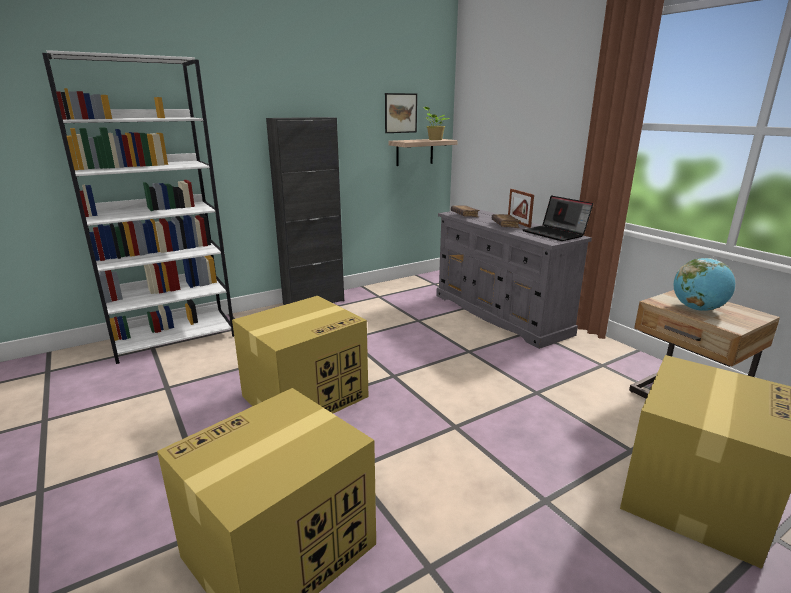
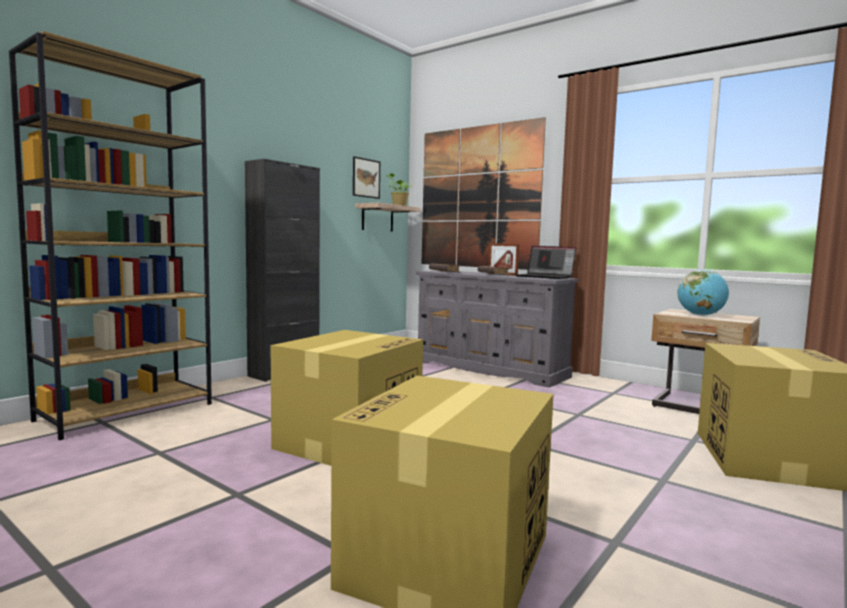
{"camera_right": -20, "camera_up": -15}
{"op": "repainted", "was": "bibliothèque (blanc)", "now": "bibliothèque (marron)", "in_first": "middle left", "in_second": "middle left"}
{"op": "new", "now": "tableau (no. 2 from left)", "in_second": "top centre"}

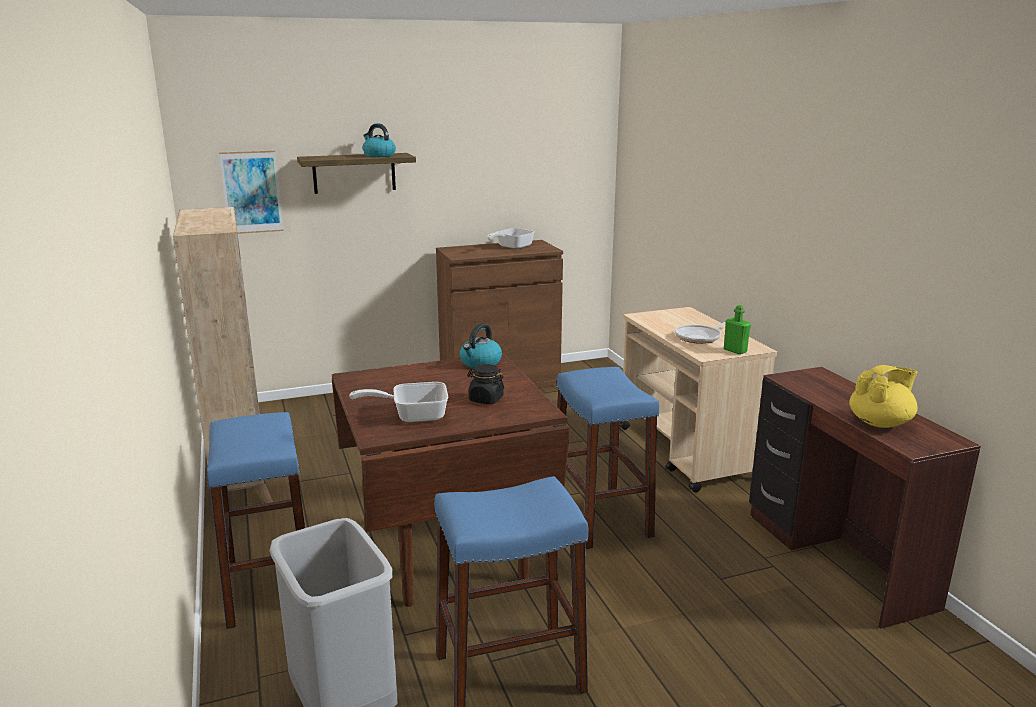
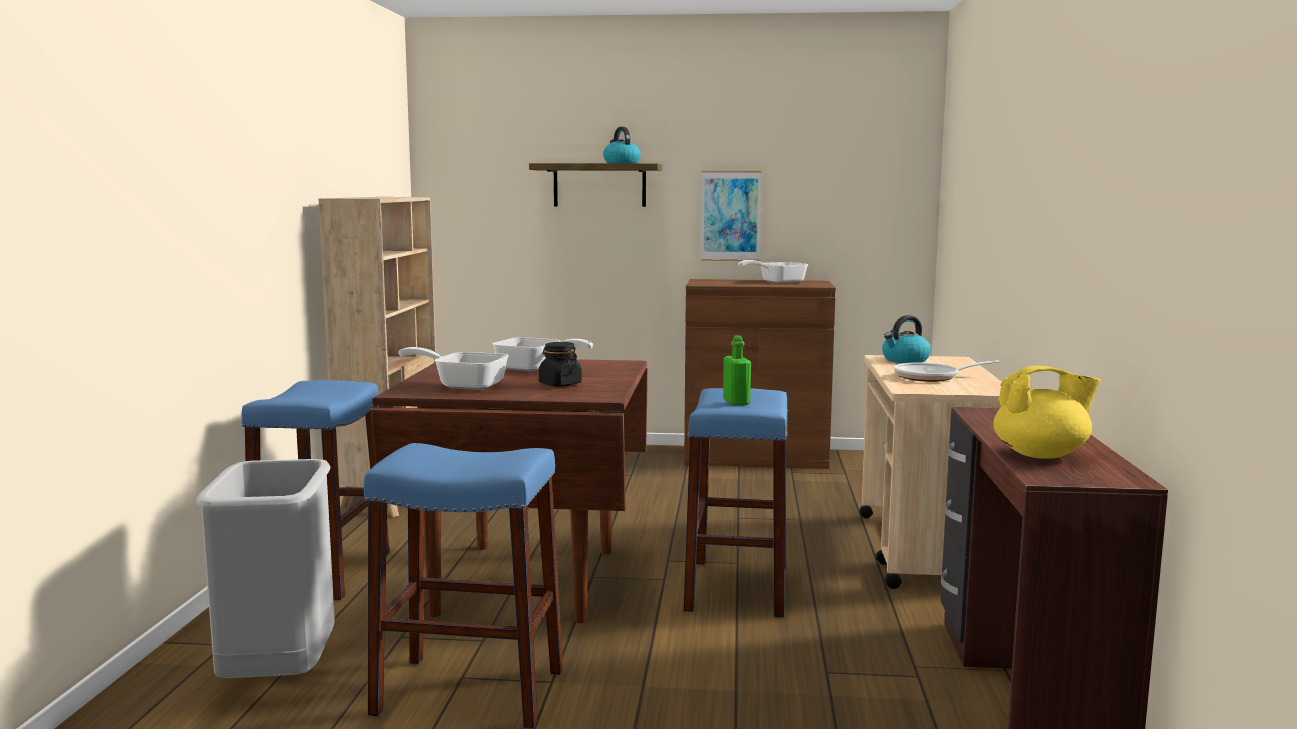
{"camera_right": 25, "camera_up": -10}
{"op": "new", "now": "poêle (no. 2 from left)", "in_second": "centre"}
{"op": "shifted", "was": "tableau", "in_first": "top left", "in_second": "top centre"}
{"op": "shifted", "was": "bouteille (vert)", "in_first": "middle right", "in_second": "centre"}
{"op": "shifted", "was": "bouilloire (no. 2 from left)", "in_first": "centre", "in_second": "middle right"}

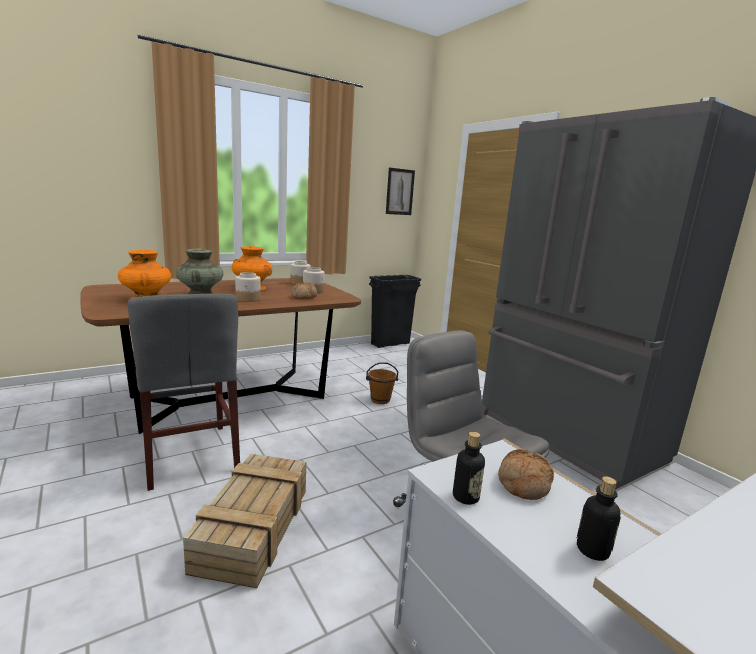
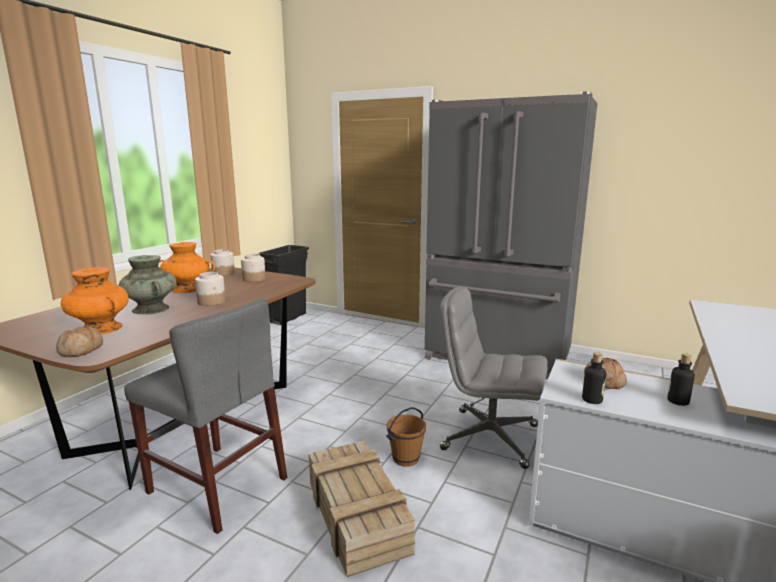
{"camera_right": -30, "camera_up": 0}
{"op": "shifted", "was": "pain (no. 1 from left)", "in_first": "centre", "in_second": "middle left"}
{"op": "shifted", "was": "seau (marron)", "in_first": "centre", "in_second": "bottom centre"}
{"op": "gone", "was": "tableau", "in_first": "top centre"}

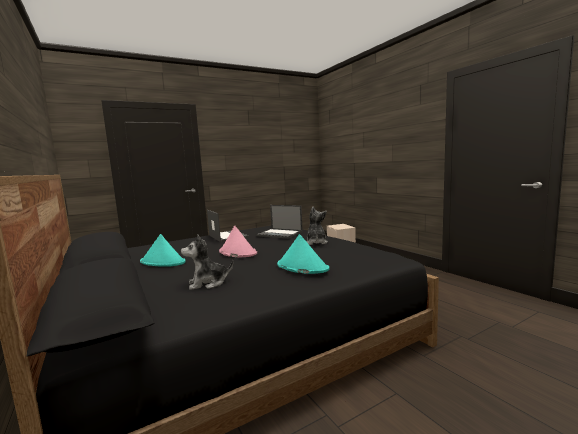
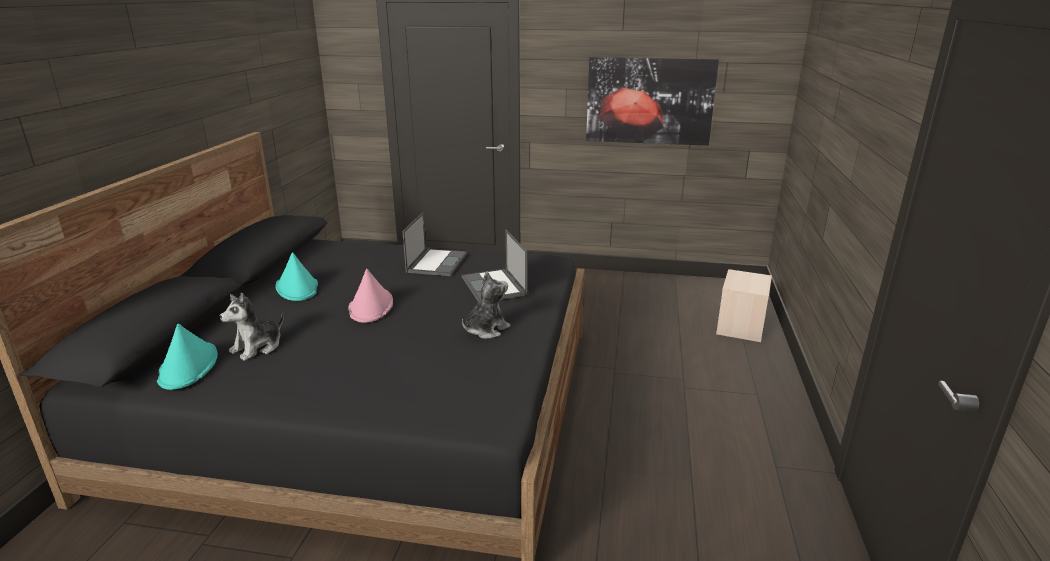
{"camera_right": 40, "camera_up": 15}
{"op": "shifted", "was": "chapeau (turquoise) (no. 2 from left in the first image)", "now": "chapeau (turquoise) (no. 1 from left)", "in_first": "centre", "in_second": "middle left"}
{"op": "rotated", "was": "peluche (no. 1 from left)", "in_first": "centre", "in_second": "middle left", "clockwise": -75}
{"op": "new", "now": "tableau", "in_second": "top centre"}

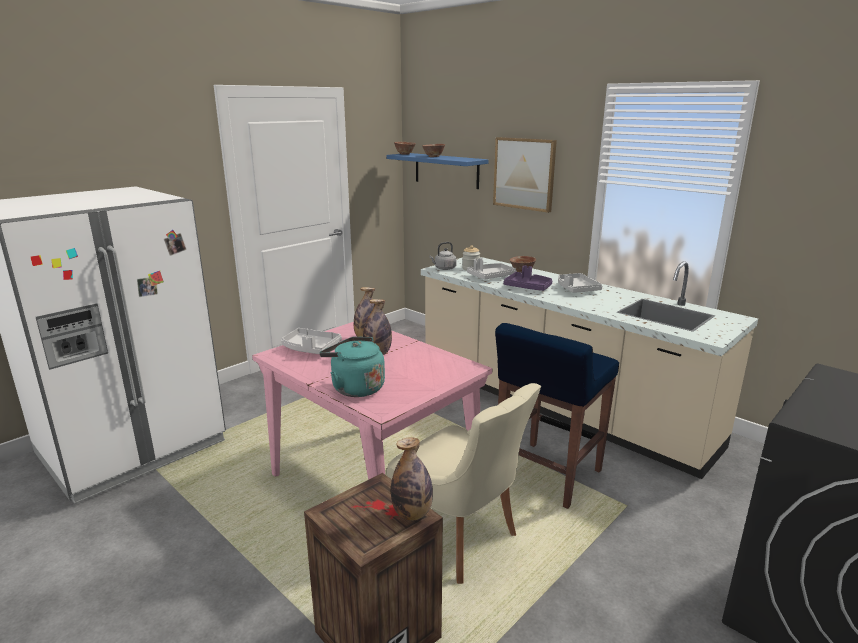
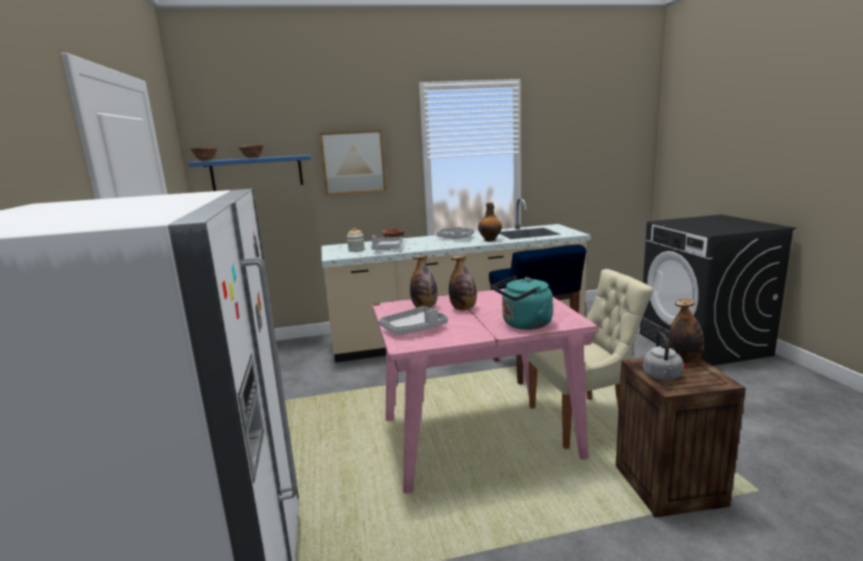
{"camera_right": -55, "camera_up": -5}
{"op": "new", "now": "bouteille (no. 3 from left)", "in_second": "centre"}
{"op": "shifted", "was": "bouilloire (gris)", "in_first": "centre", "in_second": "middle right"}
{"op": "gone", "was": "plateau (violet)", "in_first": "centre"}

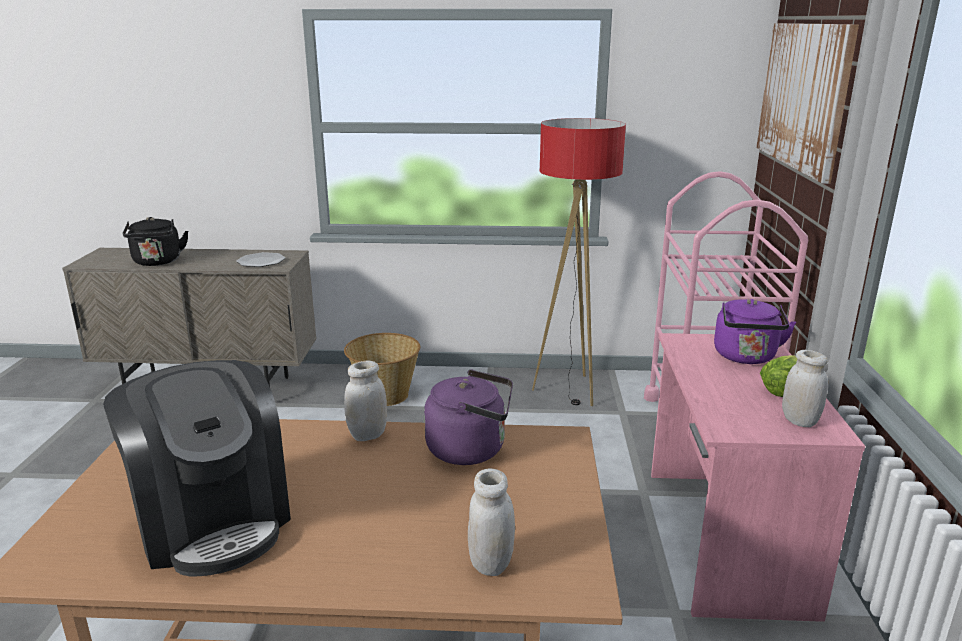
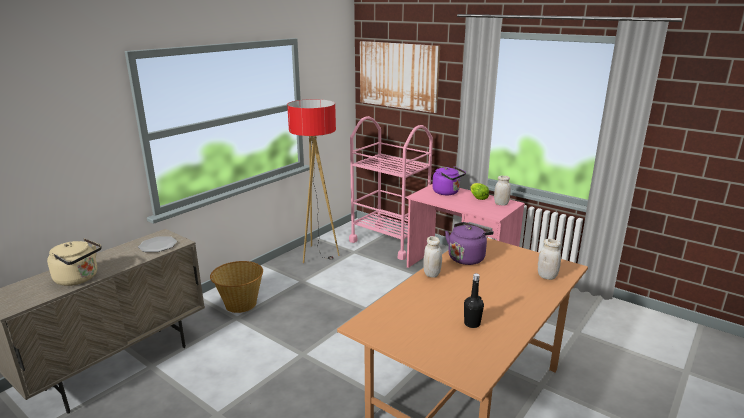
{"camera_right": -55, "camera_up": 0}
{"op": "repainted", "was": "bouilloire (noir)", "now": "bouilloire (beige)", "in_first": "middle left", "in_second": "middle left"}
{"op": "swapped", "was": "machine à café", "now": "bouteille (noir)", "in_first": "bottom left", "in_second": "bottom centre"}

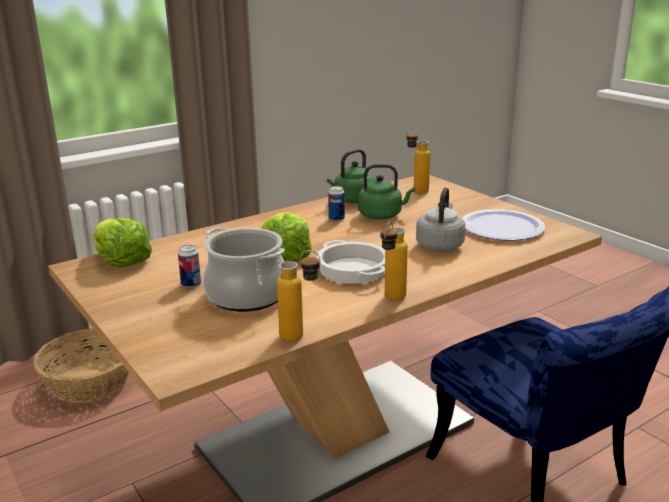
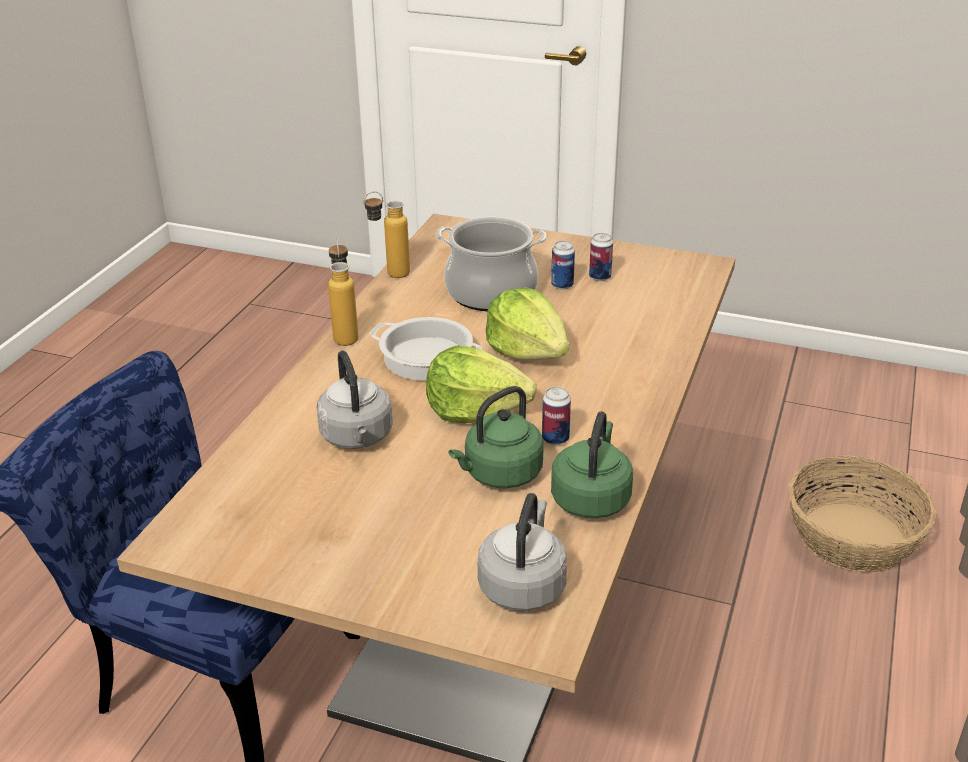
{"camera_right": 145, "camera_up": 10}
{"op": "shifted", "was": "laitue (no. 1 from left)", "in_first": "middle left", "in_second": "centre"}
{"op": "swapped", "was": "bouteille (no. 3 from left)", "now": "bouilloire (gris) (no. 2 from left)", "in_first": "top centre", "in_second": "bottom centre"}
{"op": "new", "now": "boîte métallique (no. 3 from left)", "in_second": "centre"}
{"op": "gone", "was": "assiette", "in_first": "middle right"}

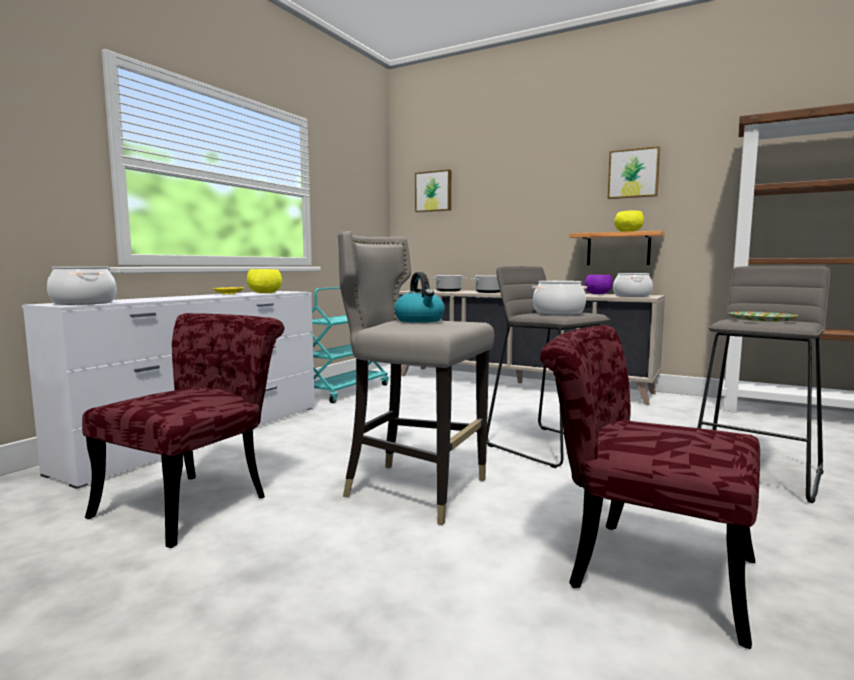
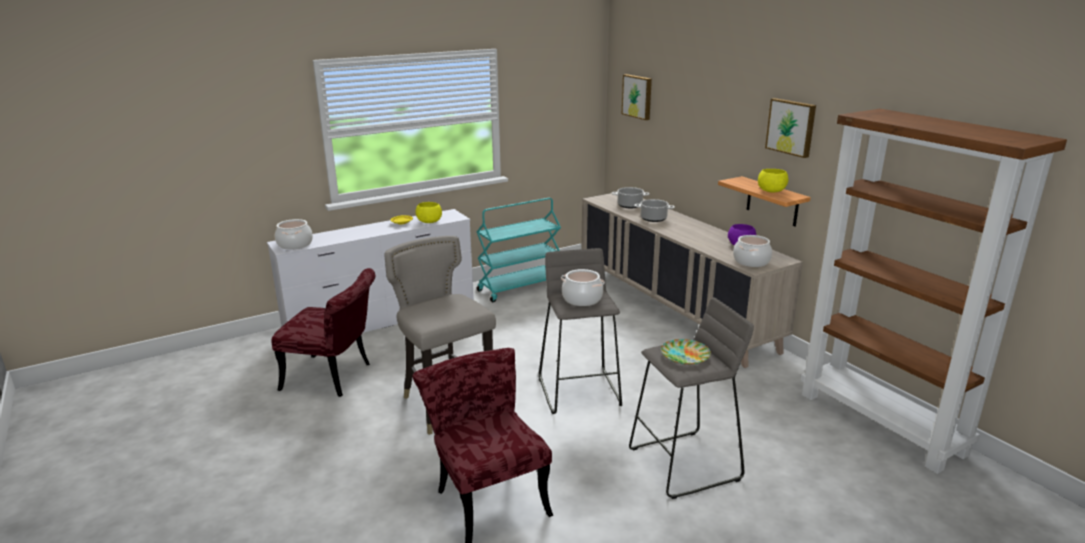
{"camera_right": 30, "camera_up": 15}
{"op": "rotated", "was": "chaise (rouge) (no. 1 from left)", "in_first": "middle left", "in_second": "middle left", "clockwise": 45}
{"op": "gone", "was": "bouilloire", "in_first": "centre"}

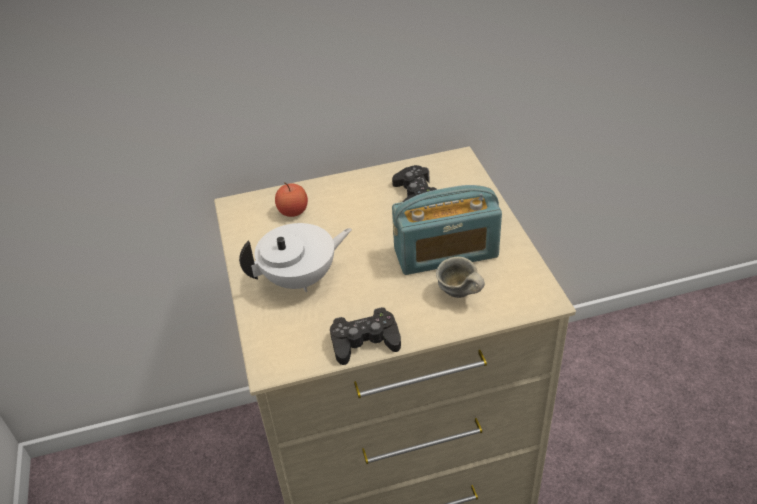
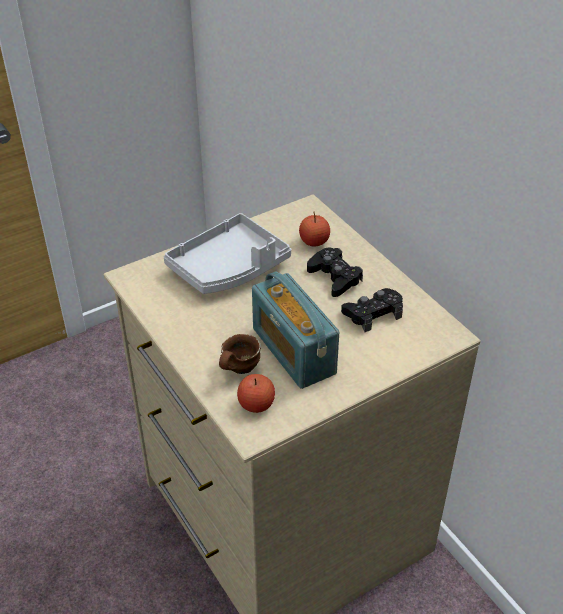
{"camera_right": 70, "camera_up": 0}
{"op": "swapped", "was": "théière (blanc)", "now": "plateau (gris)", "in_first": "centre", "in_second": "centre"}
{"op": "repainted", "was": "mug (gris)", "now": "mug (marron)", "in_first": "centre", "in_second": "centre"}
{"op": "new", "now": "pomme (no. 1 from left)", "in_second": "centre"}
{"op": "shifted", "was": "manette (noir) (no. 1 from left)", "in_first": "bottom centre", "in_second": "centre"}

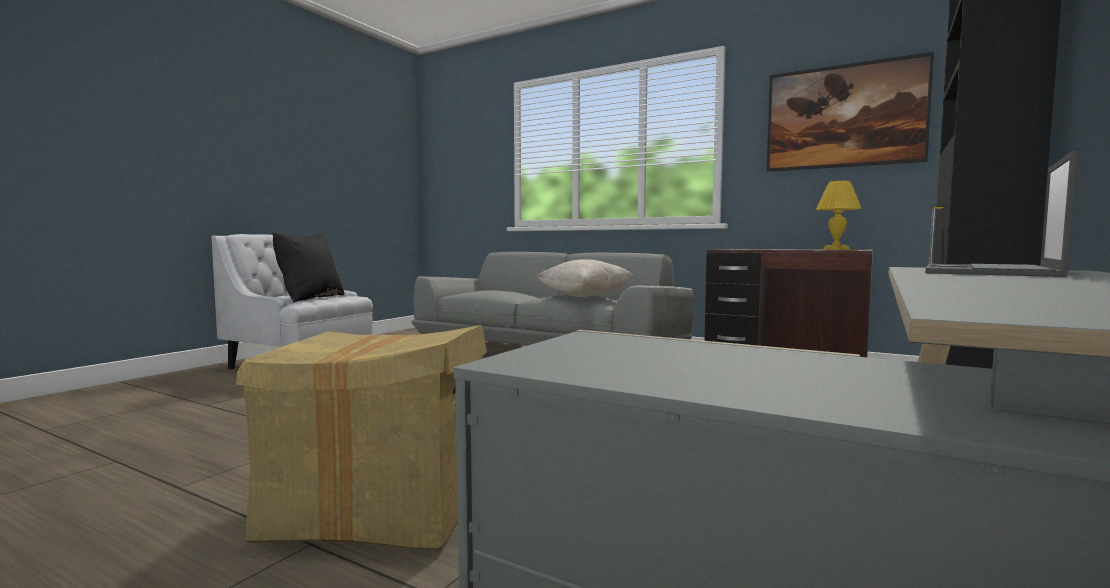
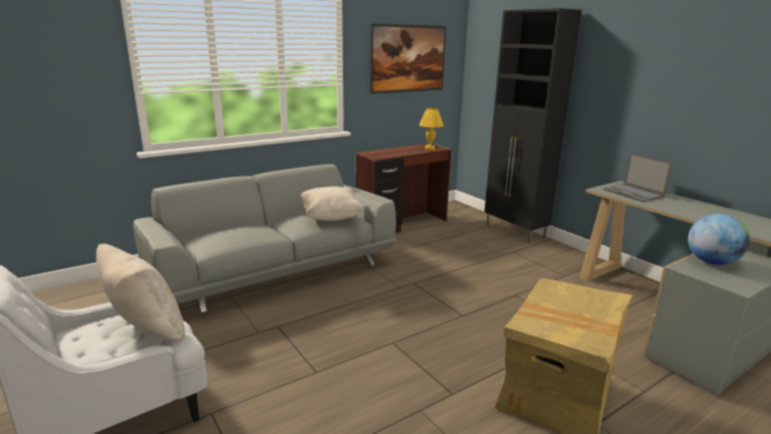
{"camera_right": -65, "camera_up": 15}
{"op": "repainted", "was": "coussin (noir)", "now": "coussin (beige) (no. 1 from left)", "in_first": "middle left", "in_second": "bottom left"}
{"op": "new", "now": "globe", "in_second": "middle right"}

